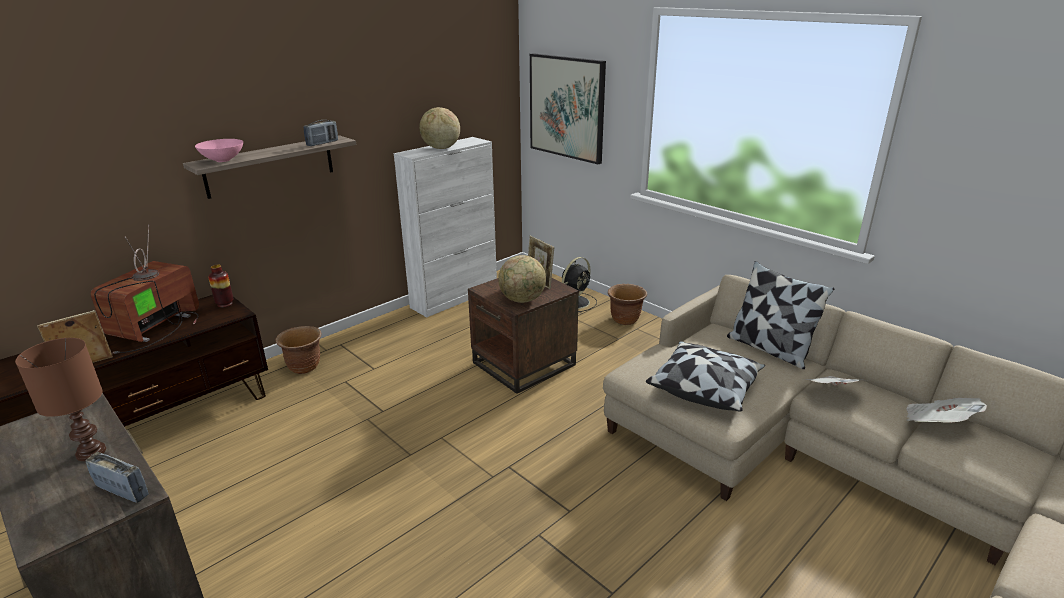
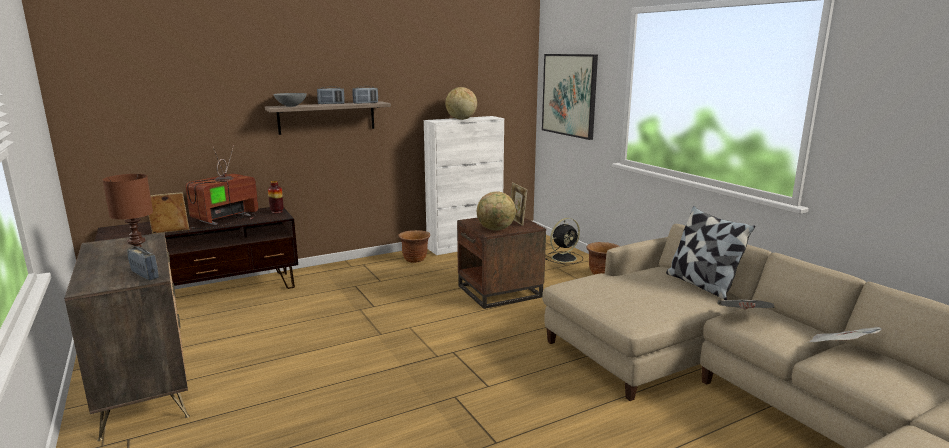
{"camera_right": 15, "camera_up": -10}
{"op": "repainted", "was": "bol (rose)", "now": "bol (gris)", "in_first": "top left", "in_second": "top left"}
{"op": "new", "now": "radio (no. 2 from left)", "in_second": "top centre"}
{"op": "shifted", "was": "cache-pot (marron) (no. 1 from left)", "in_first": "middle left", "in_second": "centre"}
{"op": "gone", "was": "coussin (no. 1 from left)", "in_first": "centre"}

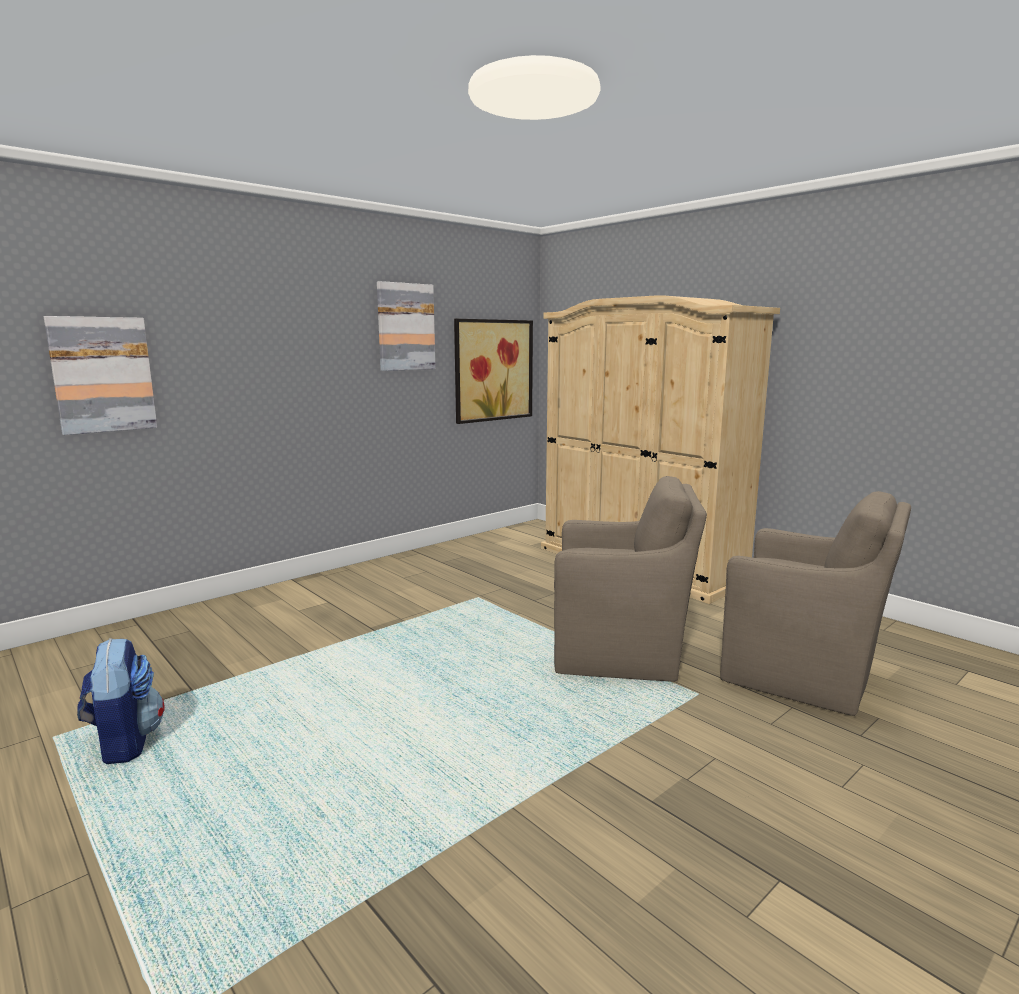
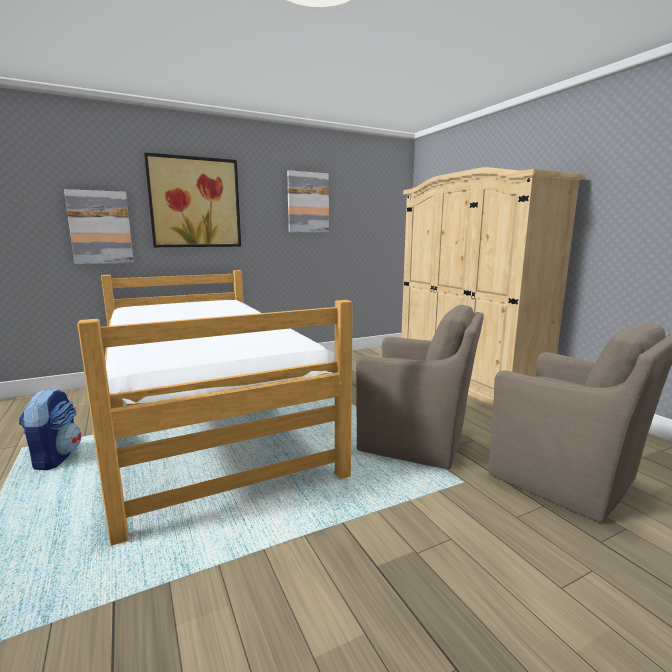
{"camera_right": 15, "camera_up": 0}
{"op": "new", "now": "lit", "in_second": "middle left"}
{"op": "shifted", "was": "tableau (no. 3 from left in the first image)", "now": "tableau (no. 2 from left)", "in_first": "centre", "in_second": "top left"}

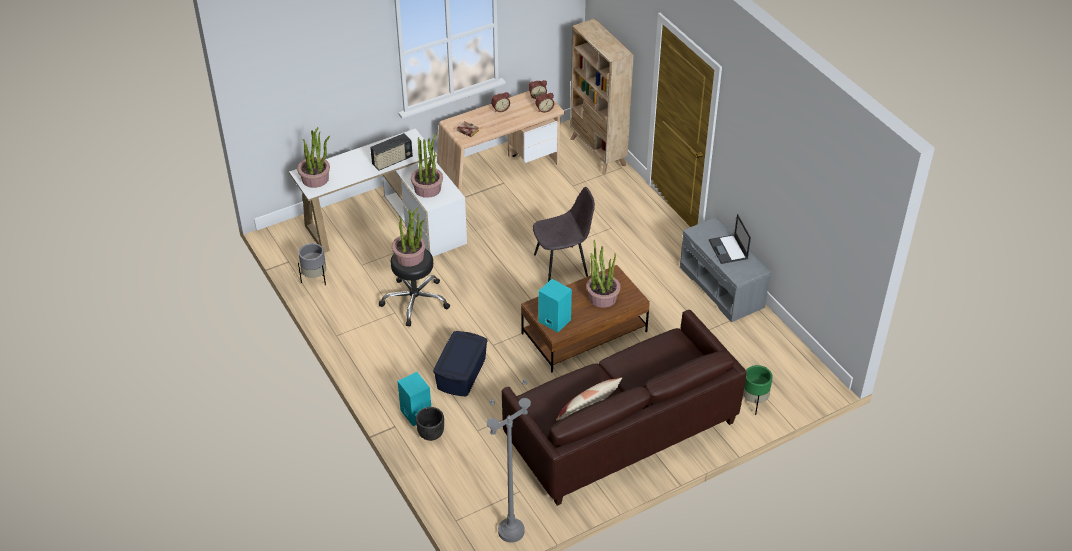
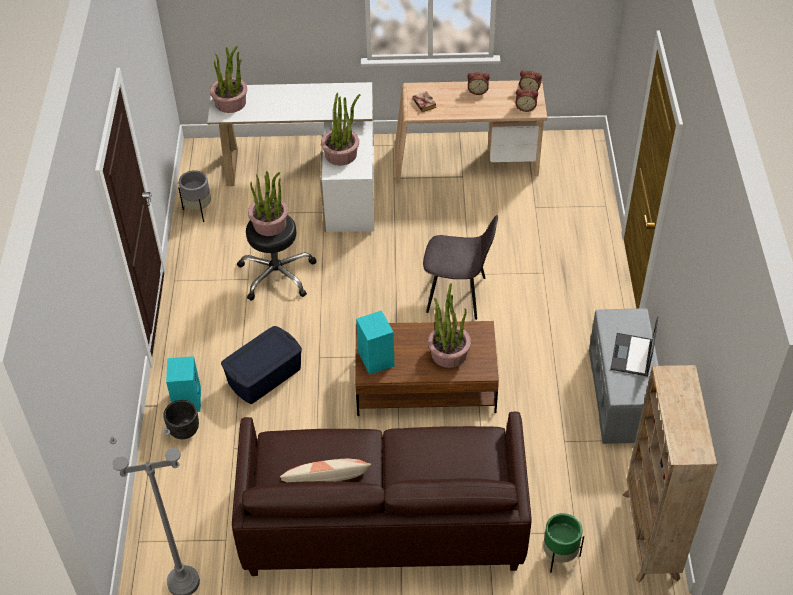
{"camera_right": 30, "camera_up": 5}
{"op": "shifted", "was": "bibliothèque (beige)", "in_first": "top centre", "in_second": "bottom right"}
{"op": "gone", "was": "radio", "in_first": "top centre"}

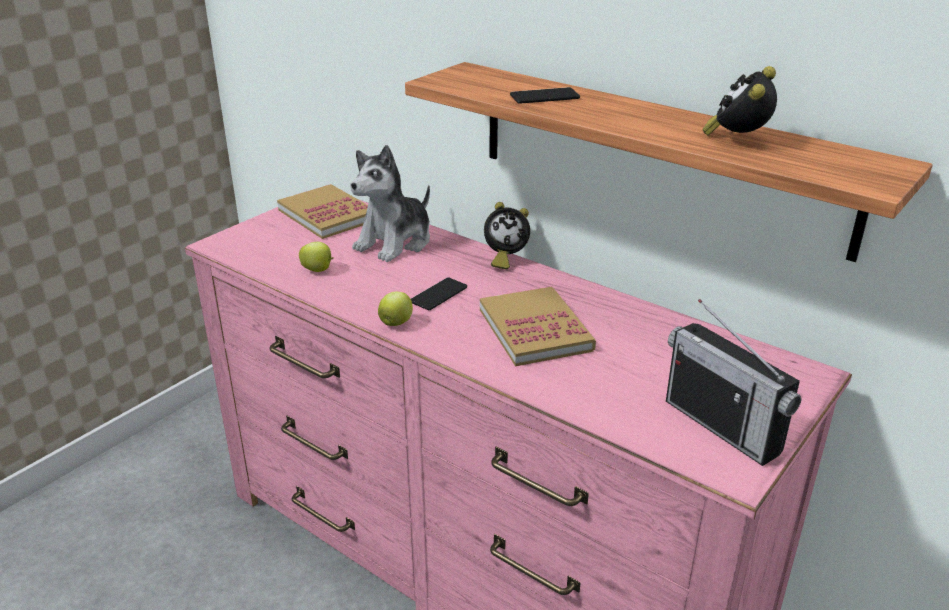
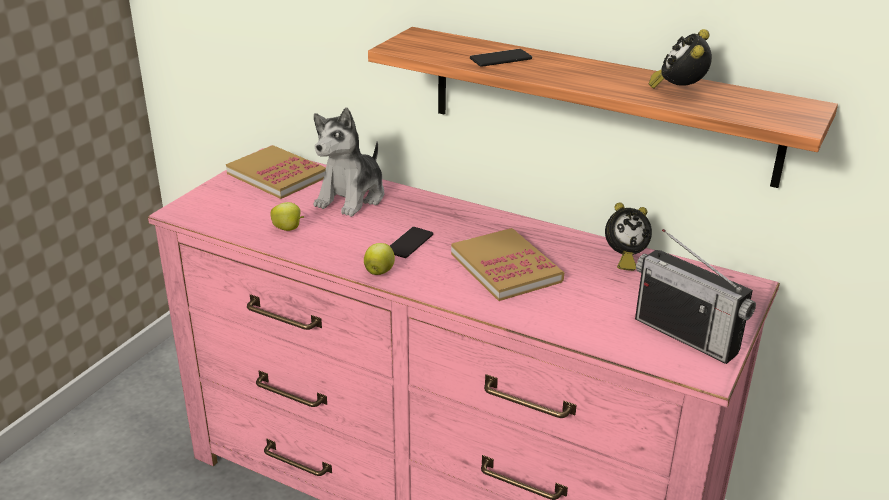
{"camera_right": -10, "camera_up": 0}
{"op": "shifted", "was": "réveil (no. 1 from left)", "in_first": "centre", "in_second": "middle right"}

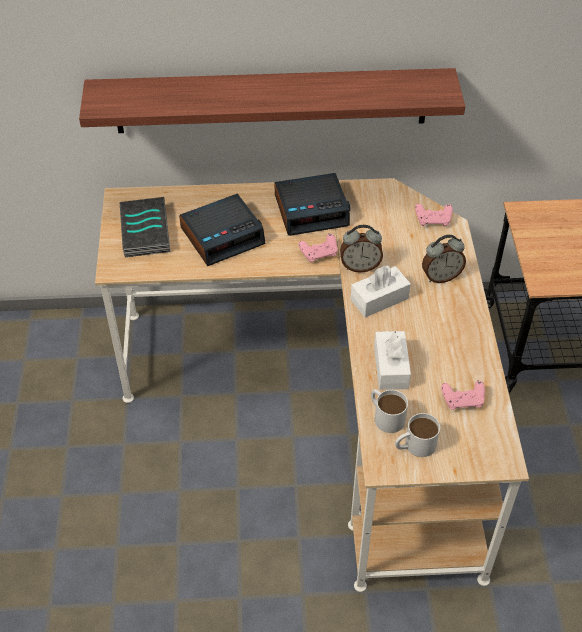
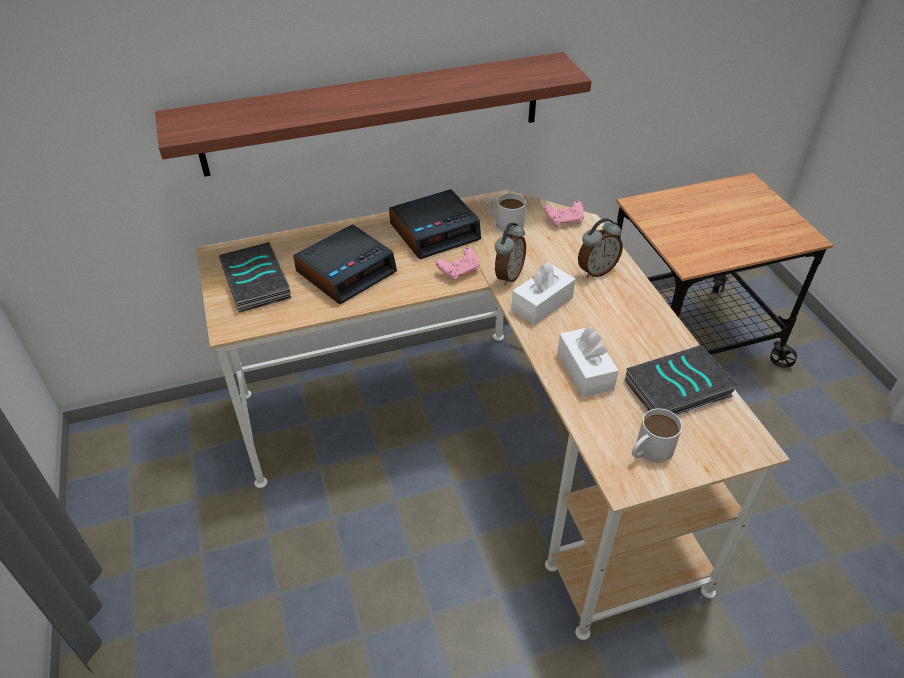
{"camera_right": -15, "camera_up": -5}
{"op": "shifted", "was": "mug (blanc) (no. 1 from left)", "in_first": "middle right", "in_second": "top centre"}
{"op": "rotated", "was": "réveil (no. 3 from left)", "in_first": "centre", "in_second": "centre", "clockwise": -45}
{"op": "swapped", "was": "manette (rose) (no. 3 from left)", "now": "livre (no. 2 from left)", "in_first": "middle right", "in_second": "middle right"}

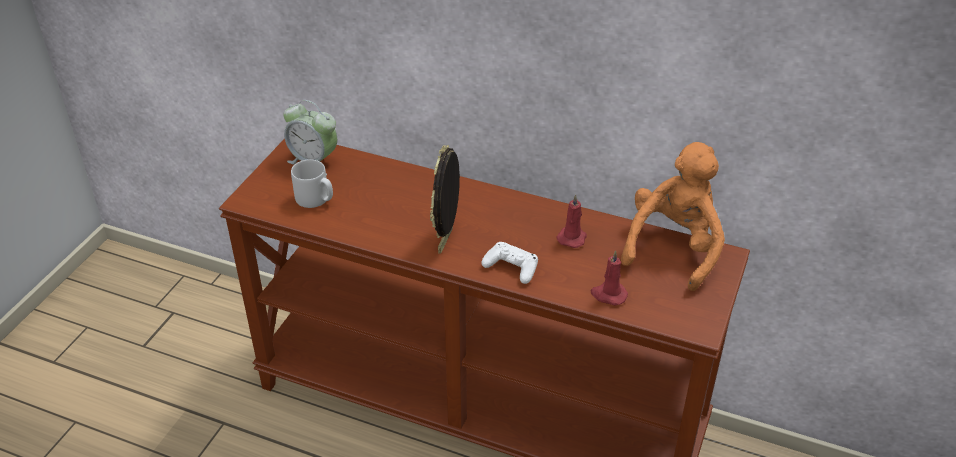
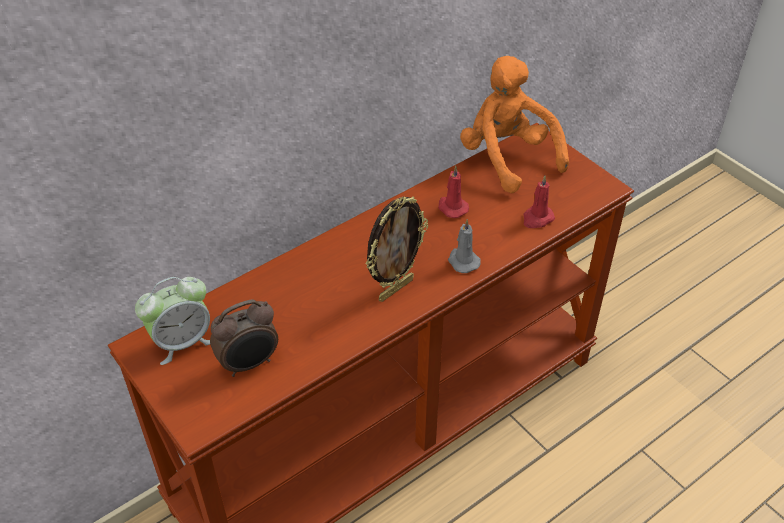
{"camera_right": -60, "camera_up": 5}
{"op": "swapped", "was": "mug (gris)", "now": "réveil (no. 2 from left)", "in_first": "middle left", "in_second": "middle left"}
{"op": "rotated", "was": "cadre photo", "in_first": "centre", "in_second": "centre", "clockwise": -90}
{"op": "swapped", "was": "manette (blanc)", "now": "bougie (gris)", "in_first": "centre", "in_second": "centre"}

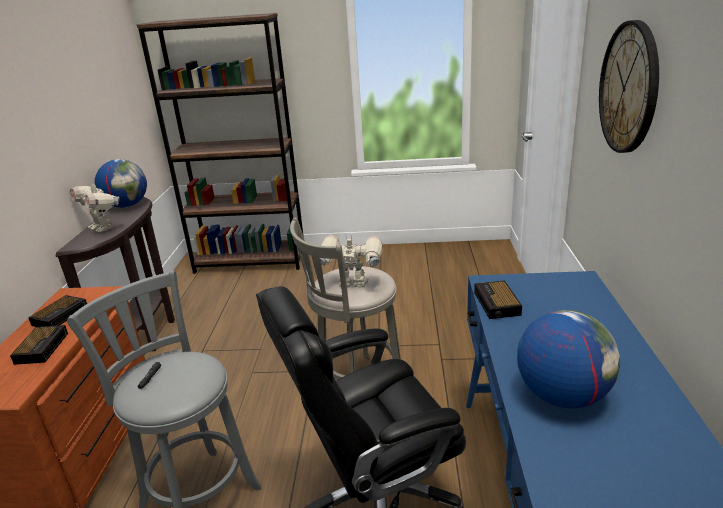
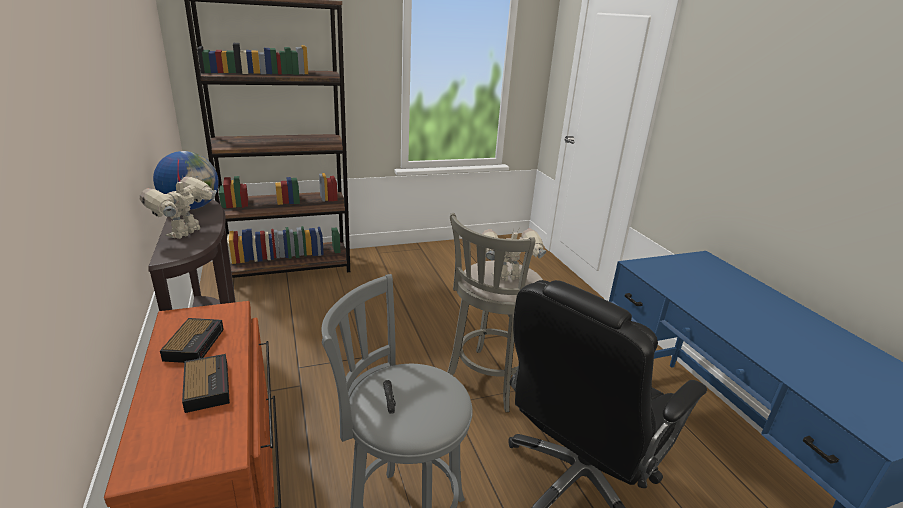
{"camera_right": -25, "camera_up": 0}
{"op": "rotated", "was": "robot jouet (no. 1 from left)", "in_first": "middle left", "in_second": "middle left", "clockwise": 90}
{"op": "gone", "was": "réveil (no. 3 from left)", "in_first": "middle right"}
{"op": "gone", "was": "globe (no. 2 from left)", "in_first": "bottom right"}
{"op": "gone", "was": "horloge murale", "in_first": "top right"}

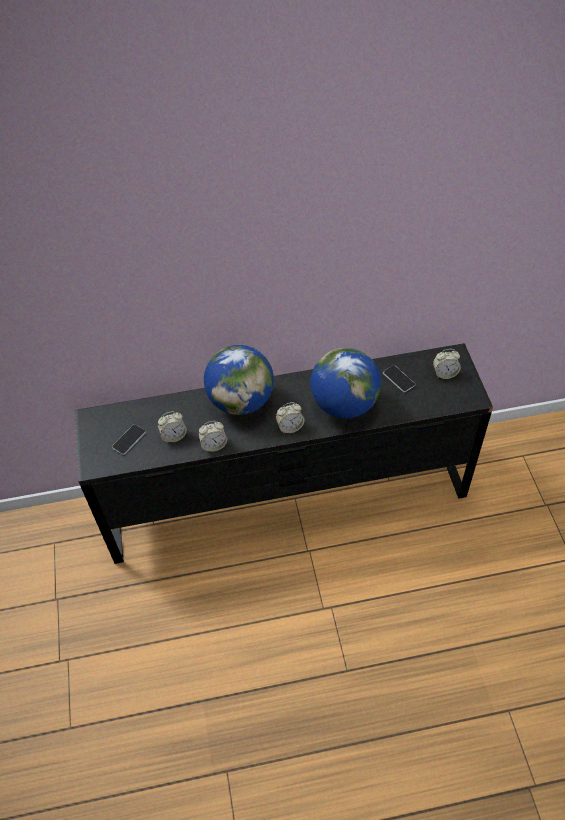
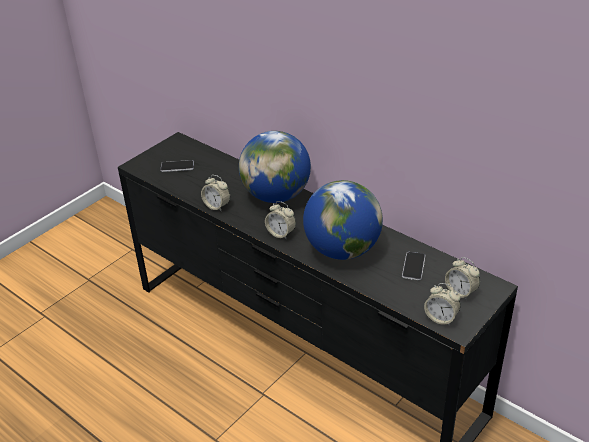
{"camera_right": 50, "camera_up": -15}
{"op": "shifted", "was": "réveil (no. 1 from left in the first image)", "now": "réveil (no. 3 from left)", "in_first": "middle left", "in_second": "bottom right"}

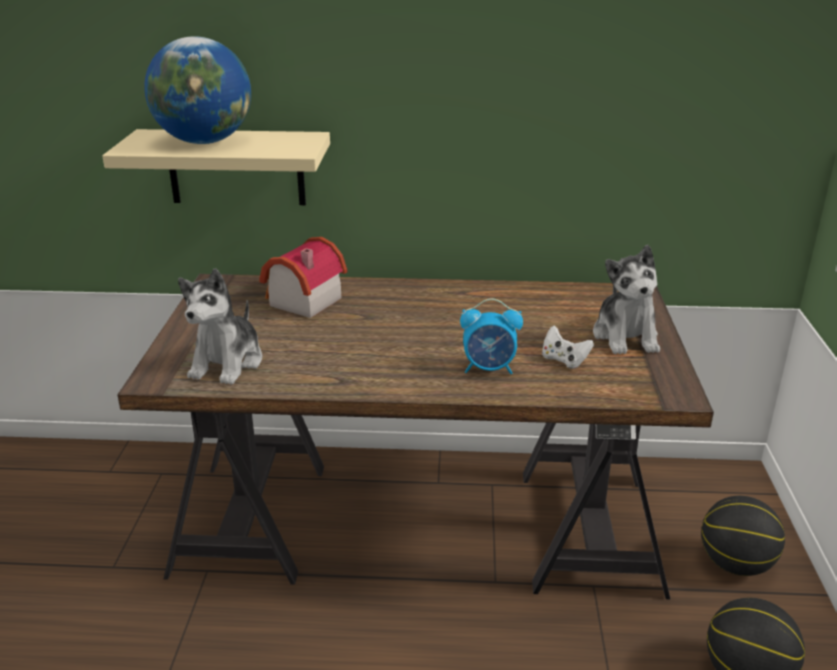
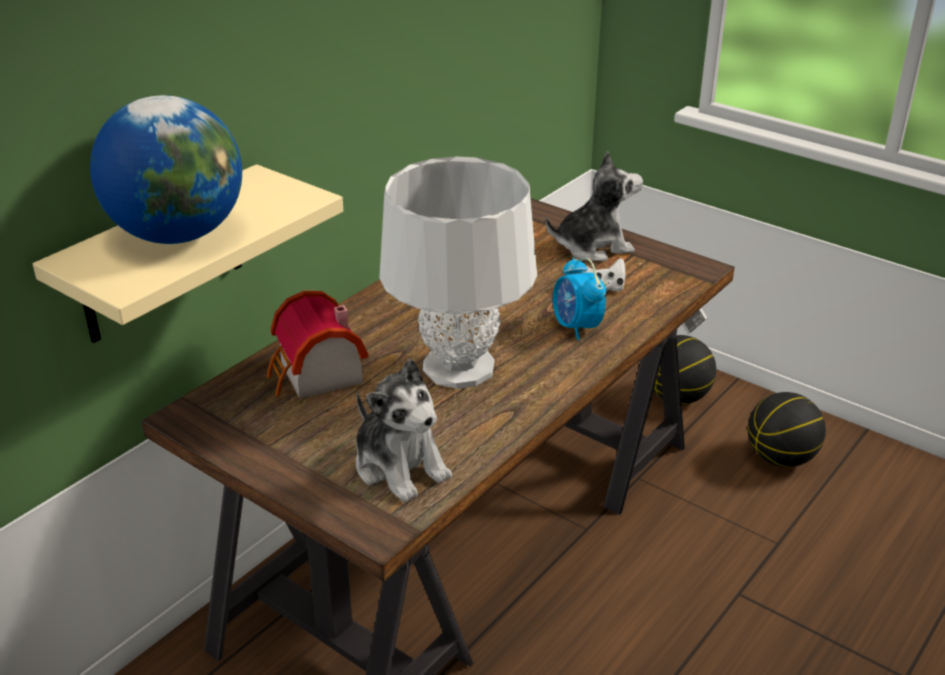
{"camera_right": -55, "camera_up": 5}
{"op": "new", "now": "lampe de table (gris)", "in_second": "centre"}
{"op": "rotated", "was": "peluche (no. 2 from left)", "in_first": "middle right", "in_second": "top centre", "clockwise": -45}
{"op": "rotated", "was": "réveil", "in_first": "centre", "in_second": "centre", "clockwise": 120}

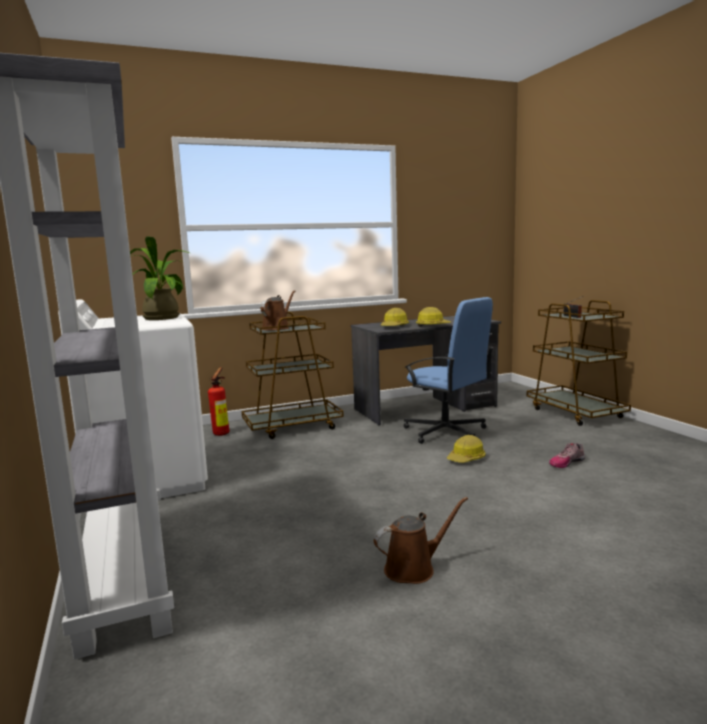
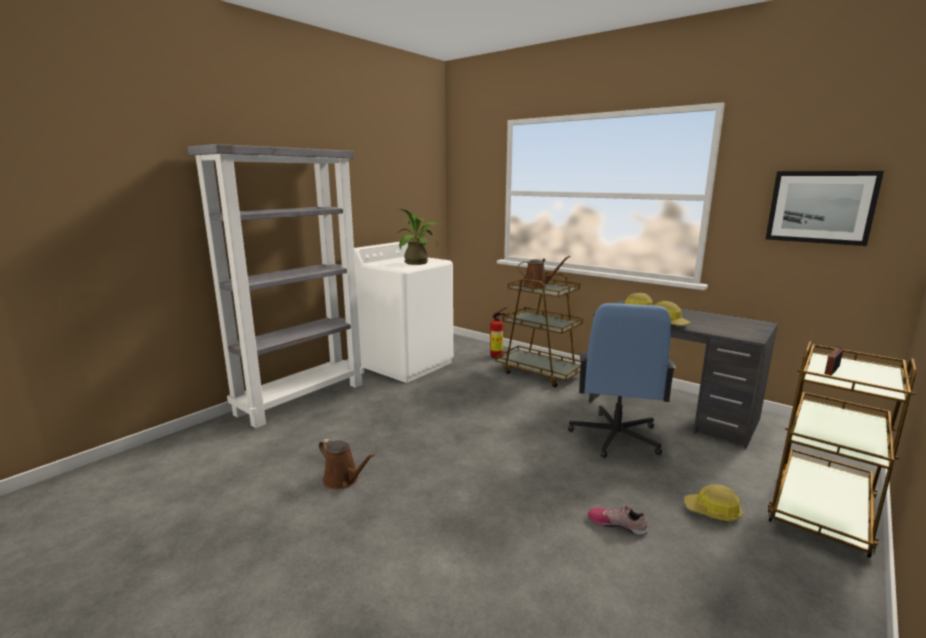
{"camera_right": 60, "camera_up": 5}
{"op": "shifted", "was": "casque de chantier (no. 3 from left)", "in_first": "centre", "in_second": "bottom right"}
{"op": "new", "now": "tableau", "in_second": "top right"}

